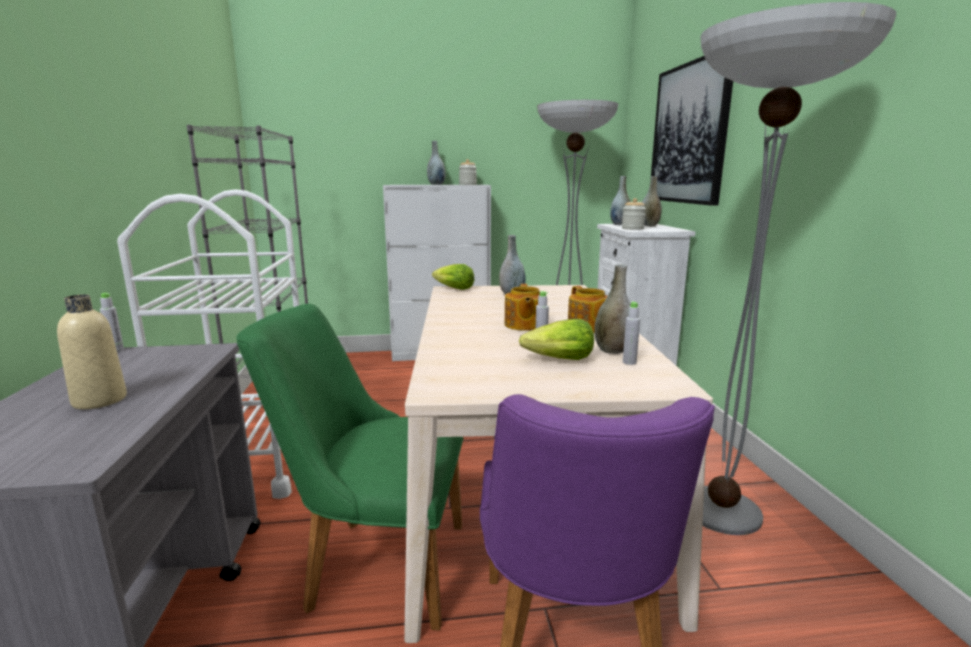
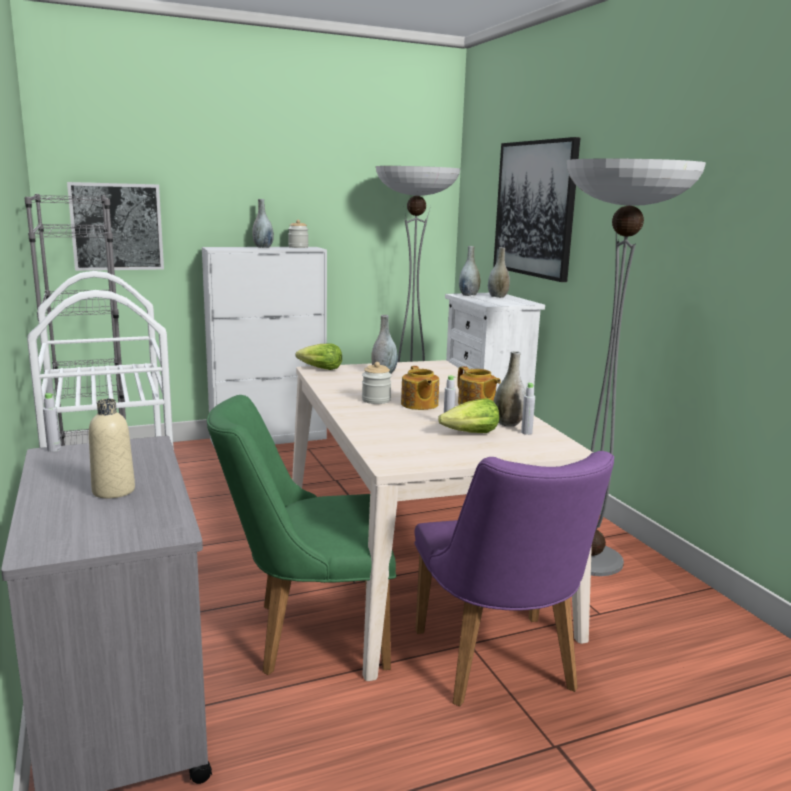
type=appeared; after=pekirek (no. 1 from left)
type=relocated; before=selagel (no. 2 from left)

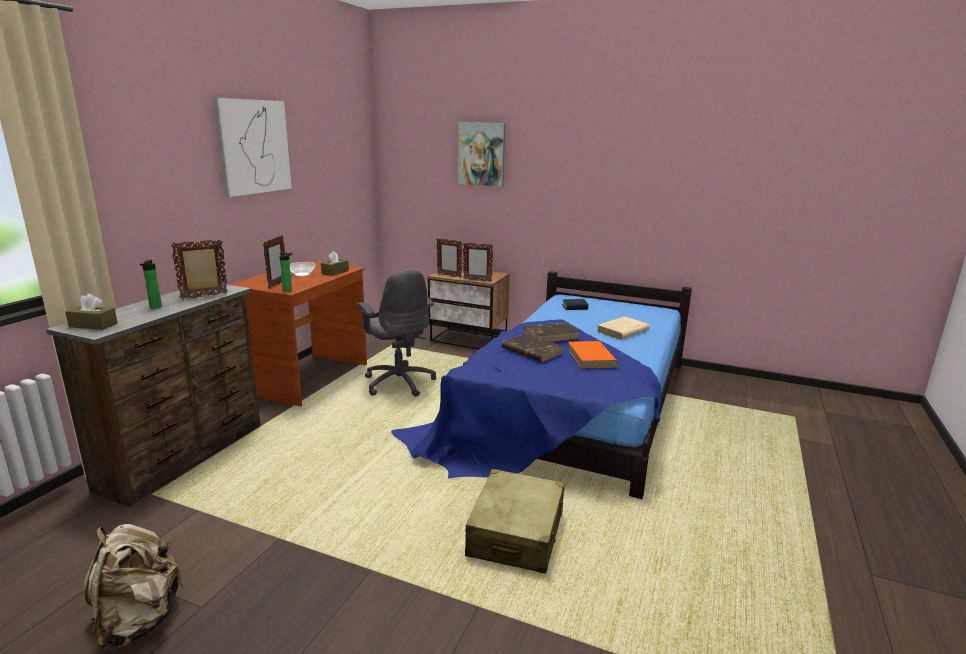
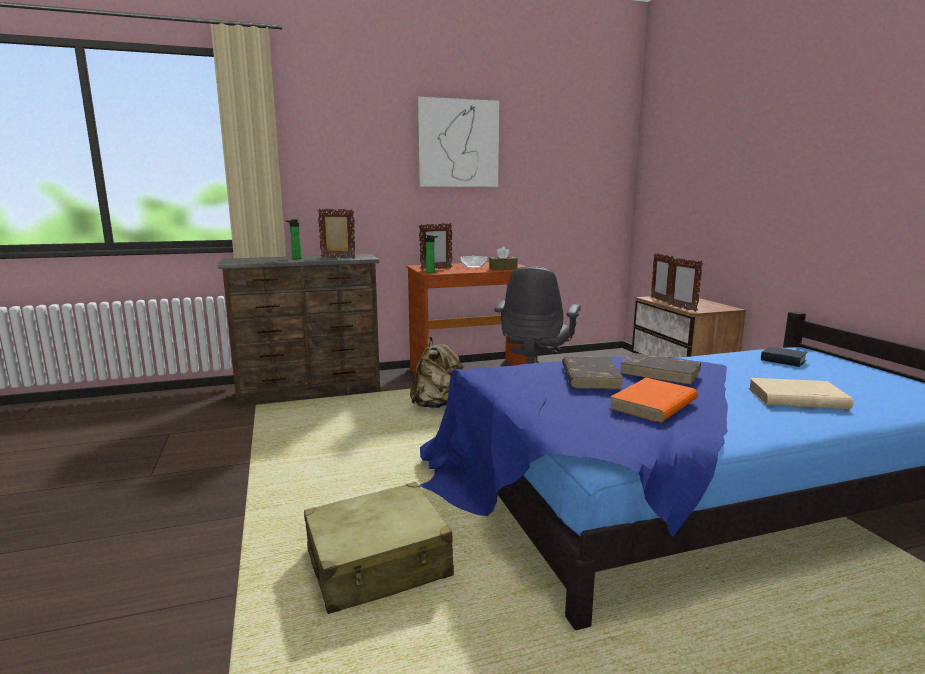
type=relocated; before=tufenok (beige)
type=missing; before=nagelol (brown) (no. 1 from left)
type=missing; before=pekirek (no. 2 from left)

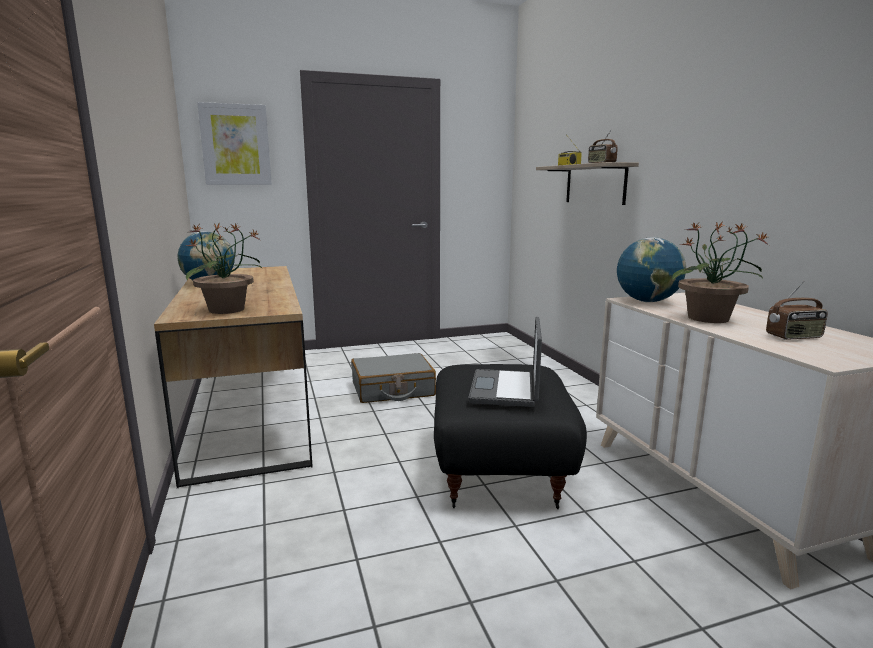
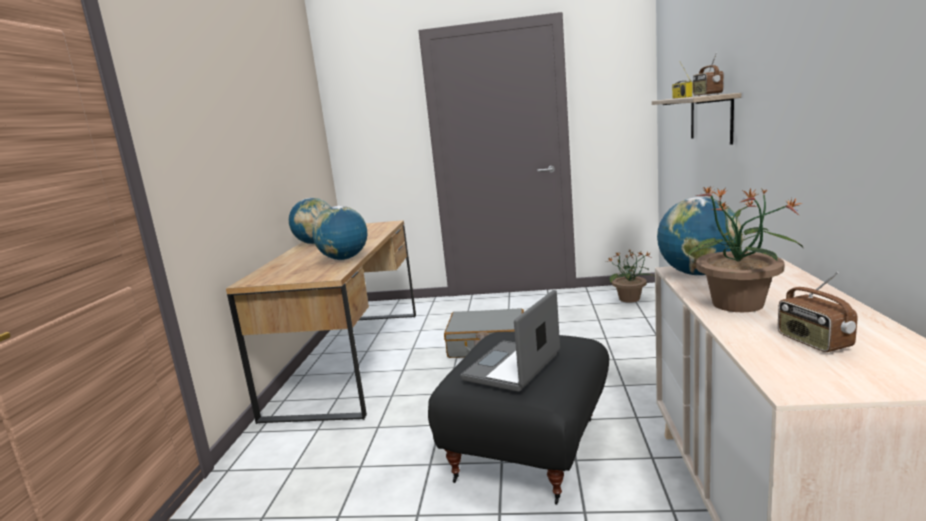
type=appeared; after=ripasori (no. 2 from left)
type=relocated; before=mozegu (no. 1 from left)
type=spun; before=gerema (no. 3 from left); turn=60
type=missing; before=pekirek

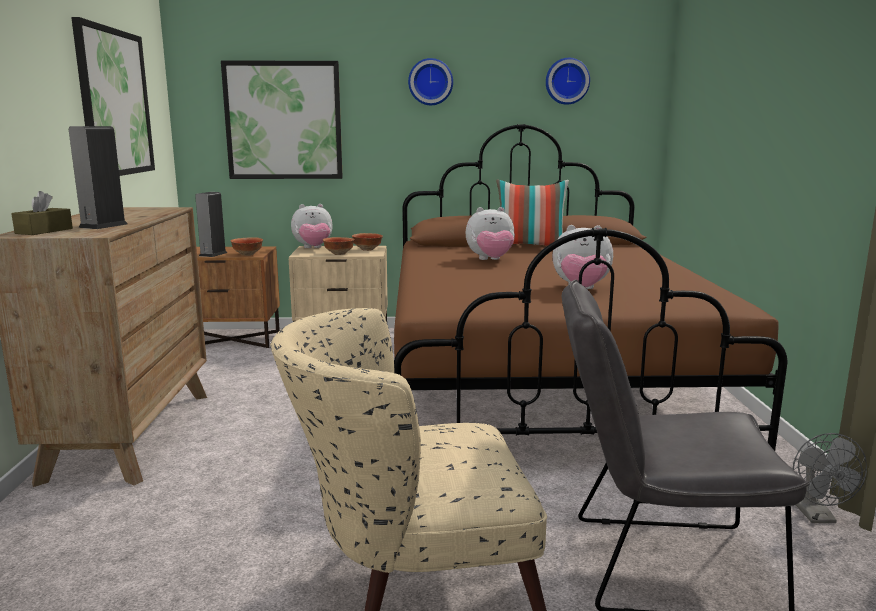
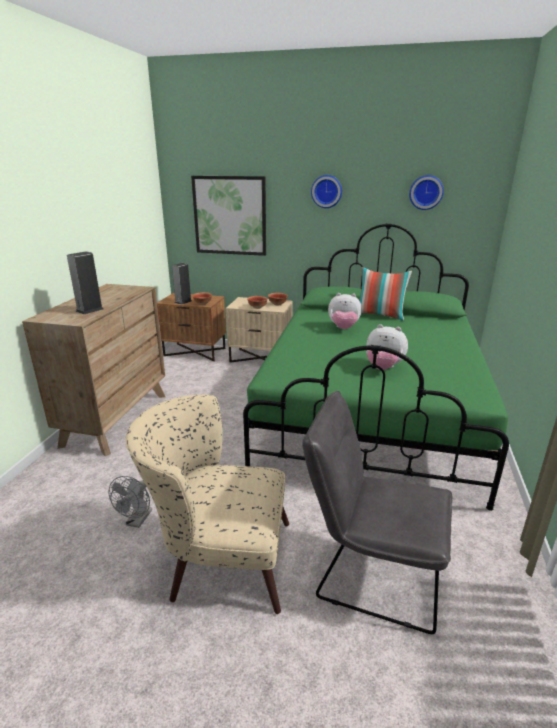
type=relocated; before=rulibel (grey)
type=colour; before=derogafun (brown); after=derogafun (green)
type=missing; before=nagelol (brown)
type=missing; before=pekirek (no. 1 from left)
type=missing; before=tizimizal (no. 1 from left)

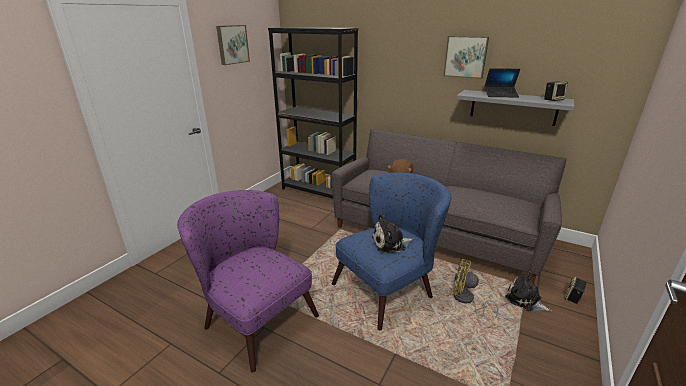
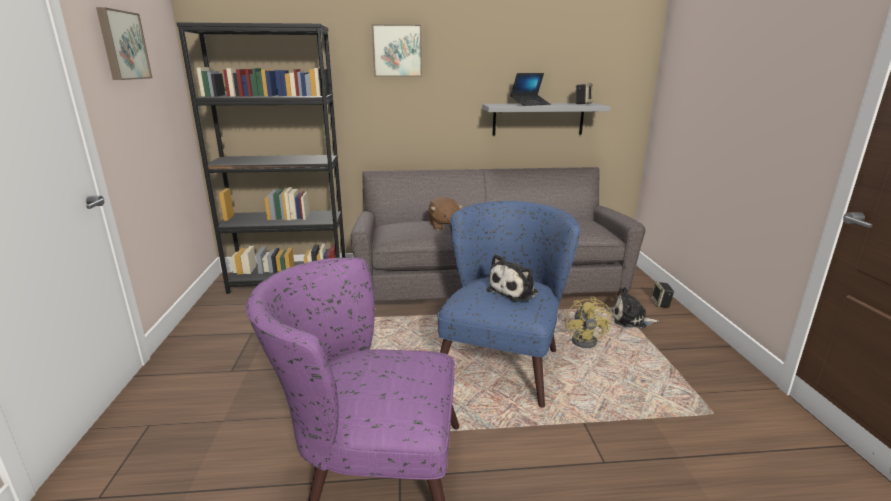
type=relocated; before=pekirek (no. 2 from left)
type=spun; before=rulibel (yellow); turn=-75

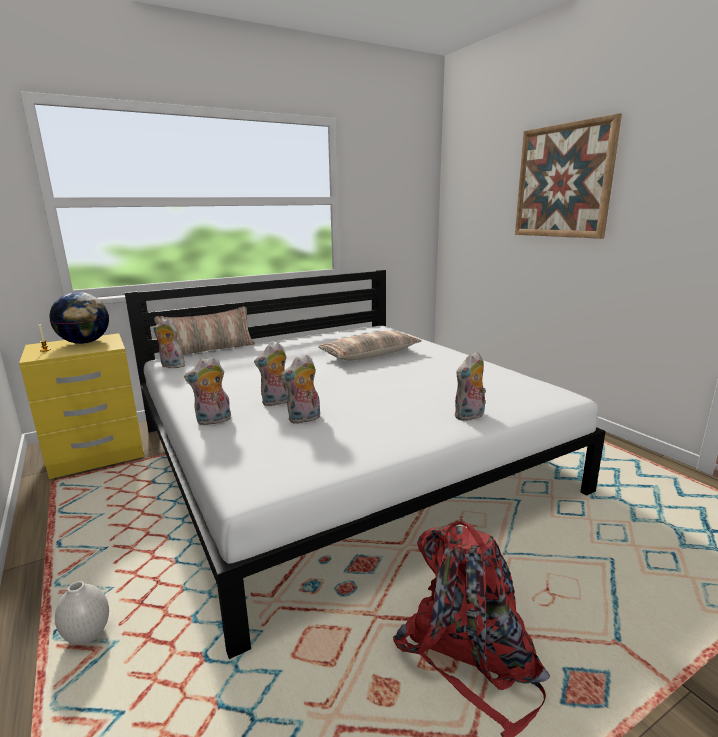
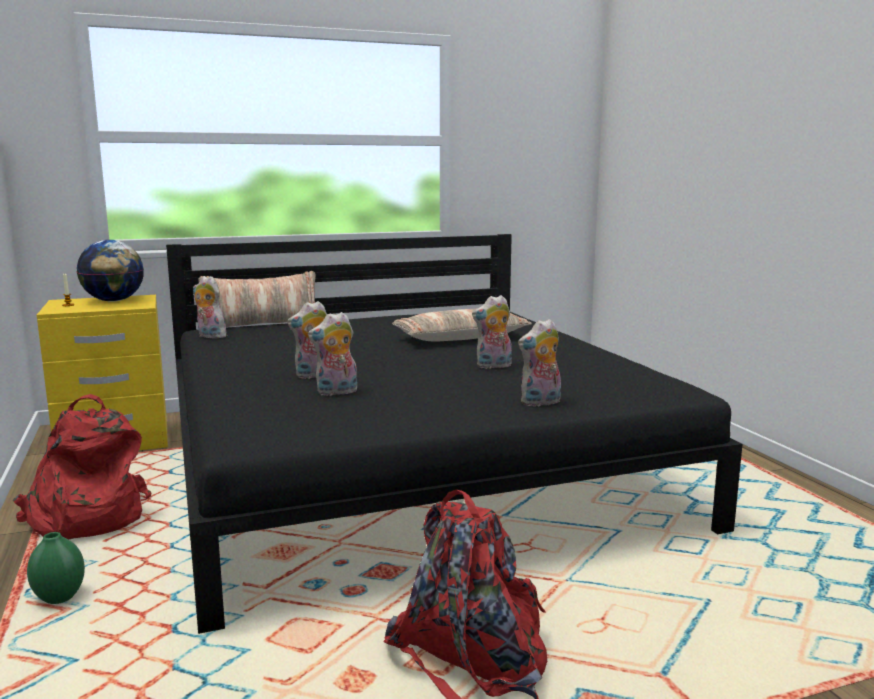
type=appeared; after=tufenok (red) (no. 1 from left)
type=colour; before=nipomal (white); after=nipomal (green)
type=colour; before=derogafun (white); after=derogafun (black)
type=relocated; before=tizimizal (no. 2 from left in the first image); after=tizimizal (no. 4 from left)
type=missing; before=pekirek

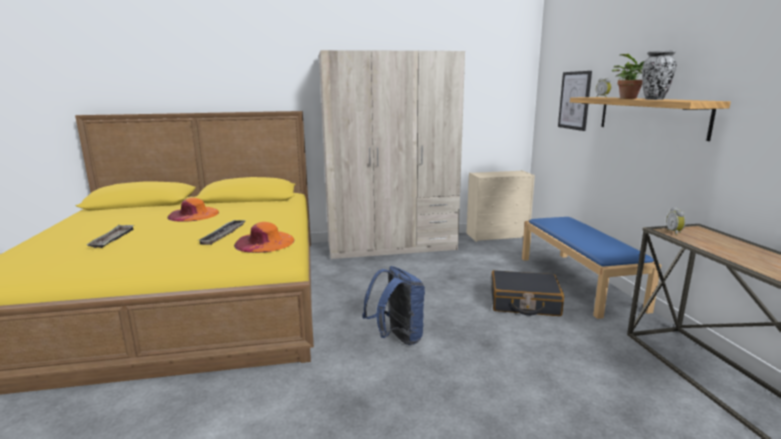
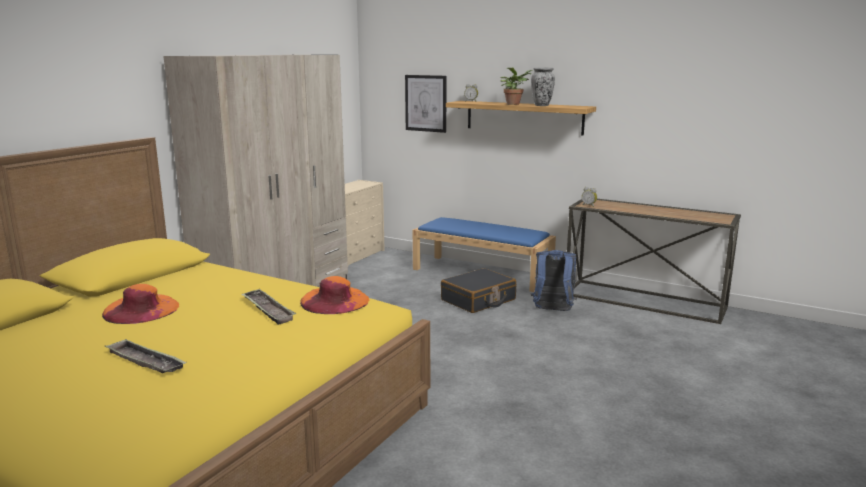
type=relocated; before=tufenok (blue)

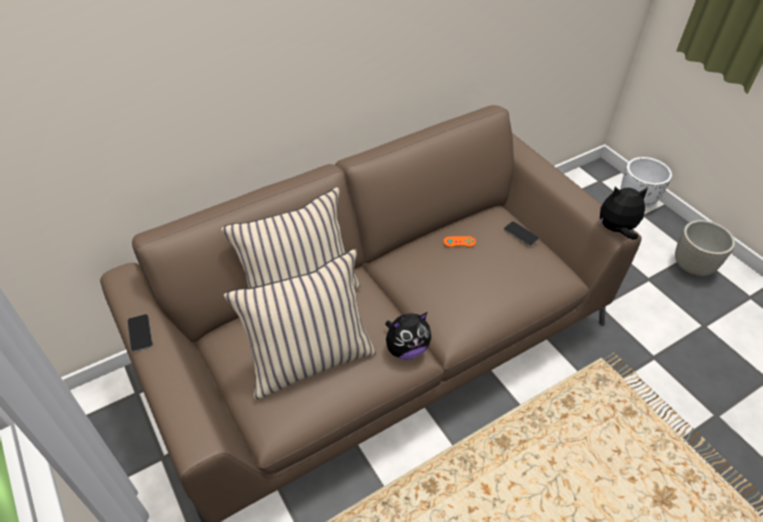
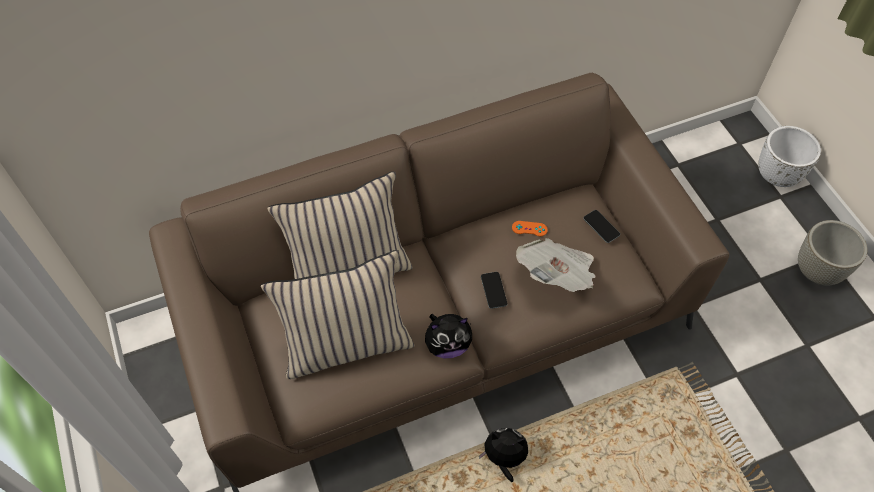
type=relocated; before=tizimizal (no. 2 from left)
type=relocated; before=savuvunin (no. 1 from left)
type=appeared; after=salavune

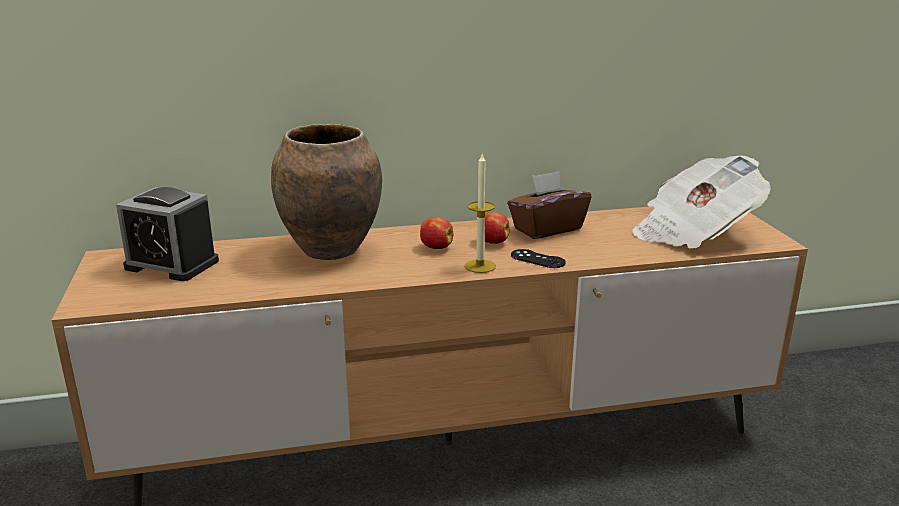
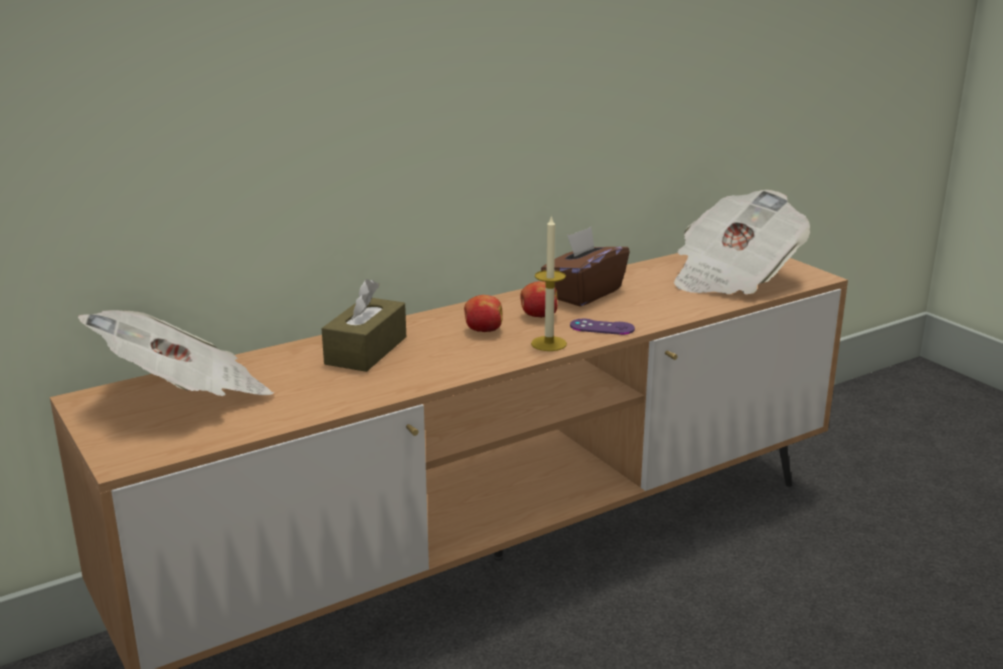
type=exchanged; before=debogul; after=salavune (no. 1 from left)
type=exchanged; before=nipomal (brown); after=nagelol (brown) (no. 1 from left)
type=colour; before=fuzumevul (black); after=fuzumevul (purple)

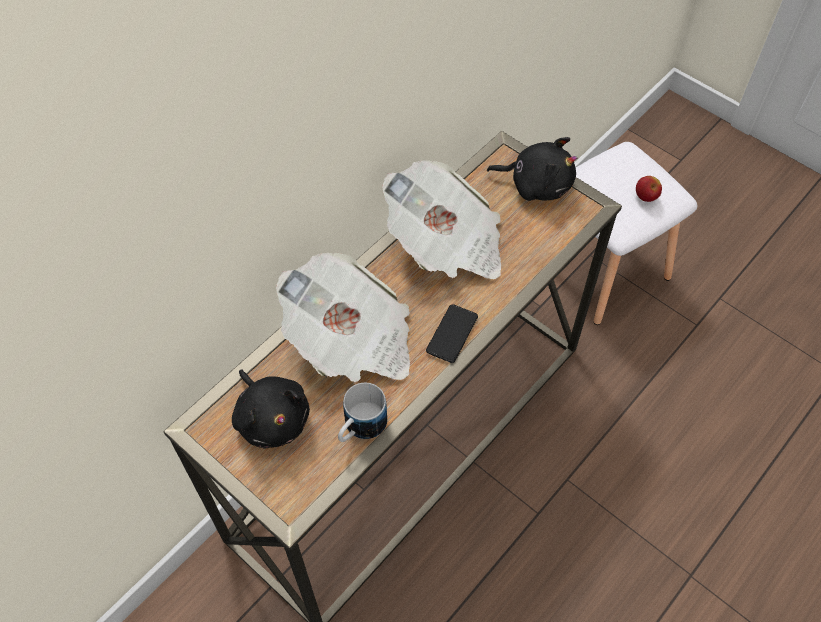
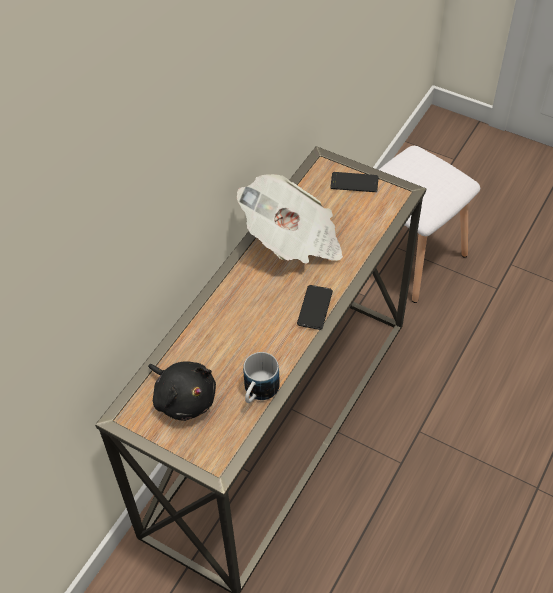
type=exchanged; before=tizimizal (black) (no. 2 from left); after=savuvunin (no. 2 from left)
type=missing; before=salavune (no. 1 from left)
type=missing; before=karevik

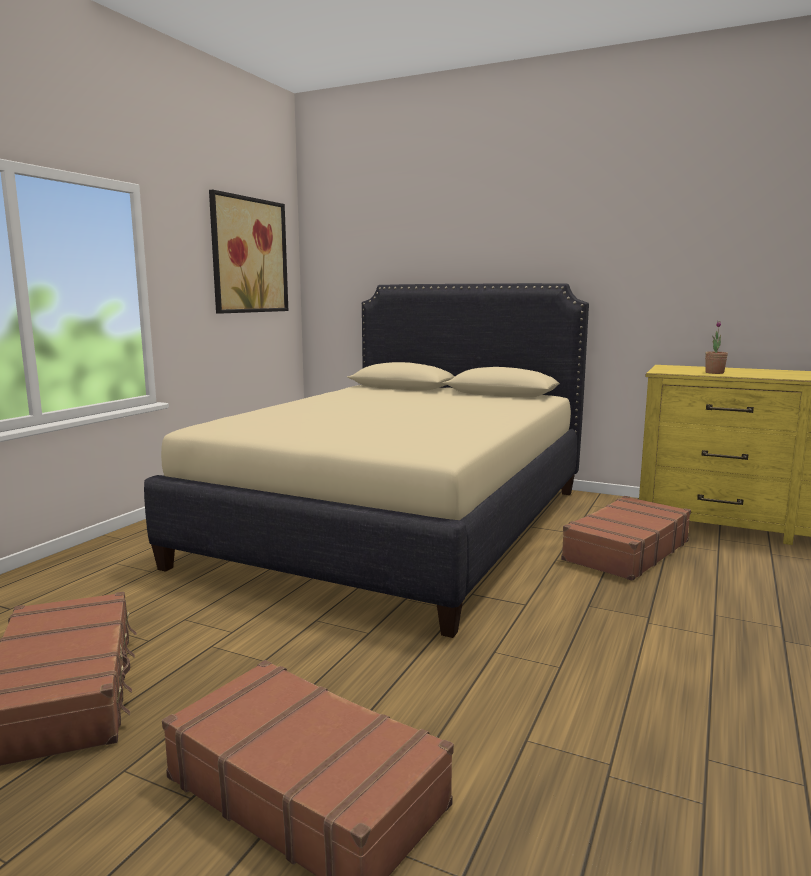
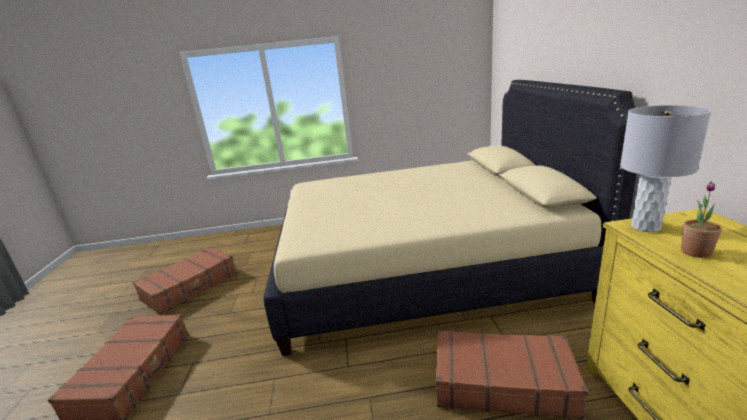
type=appeared; after=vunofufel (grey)
type=missing; before=pekirek

